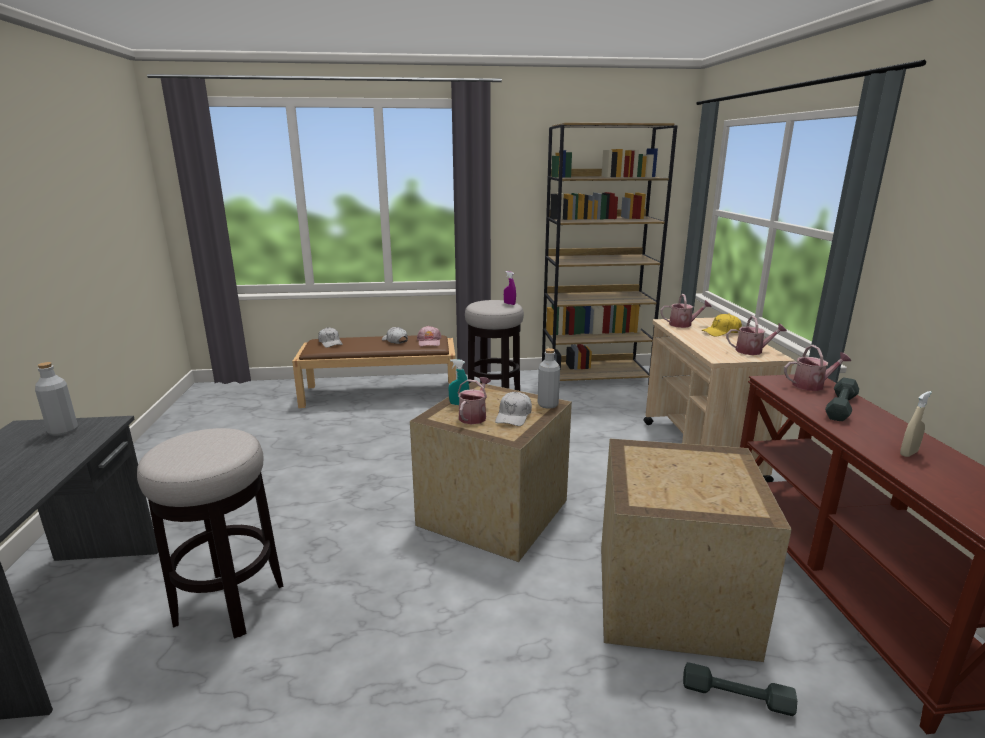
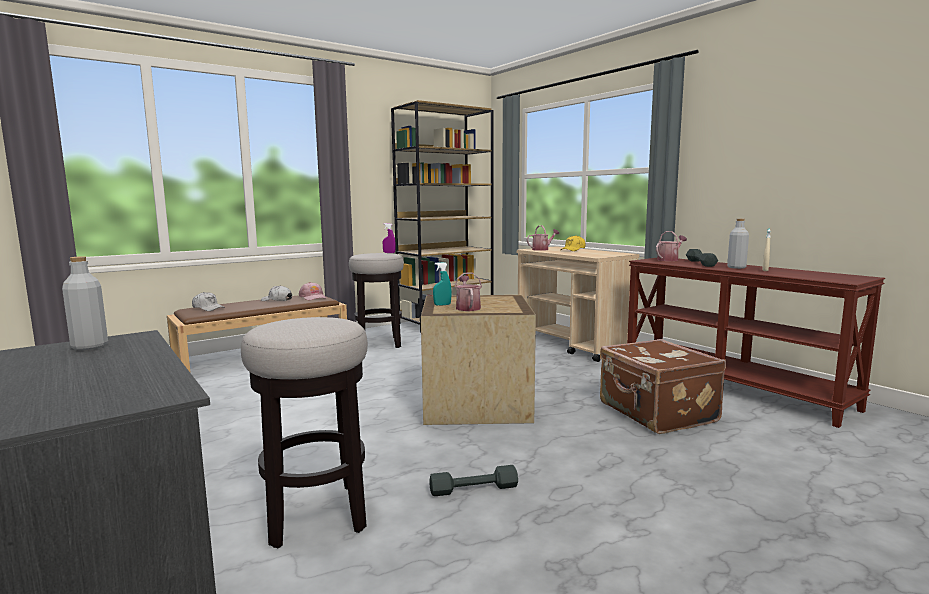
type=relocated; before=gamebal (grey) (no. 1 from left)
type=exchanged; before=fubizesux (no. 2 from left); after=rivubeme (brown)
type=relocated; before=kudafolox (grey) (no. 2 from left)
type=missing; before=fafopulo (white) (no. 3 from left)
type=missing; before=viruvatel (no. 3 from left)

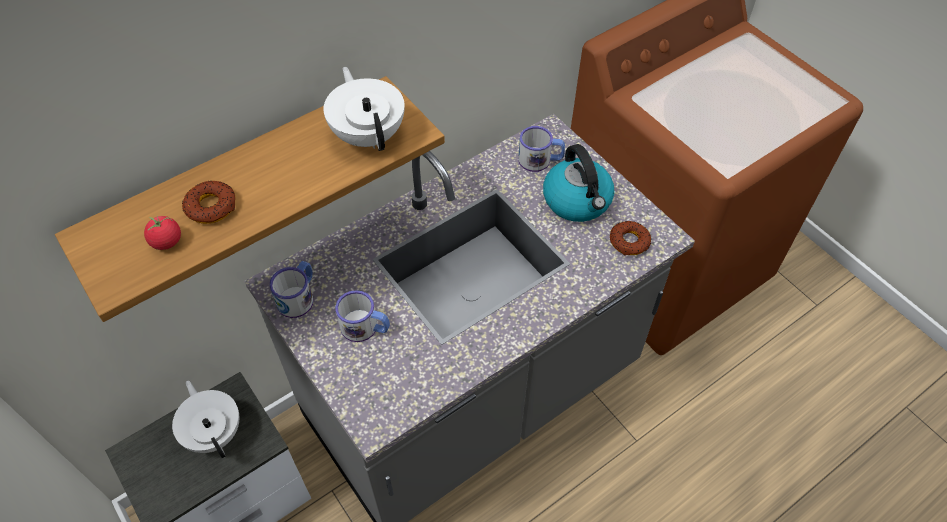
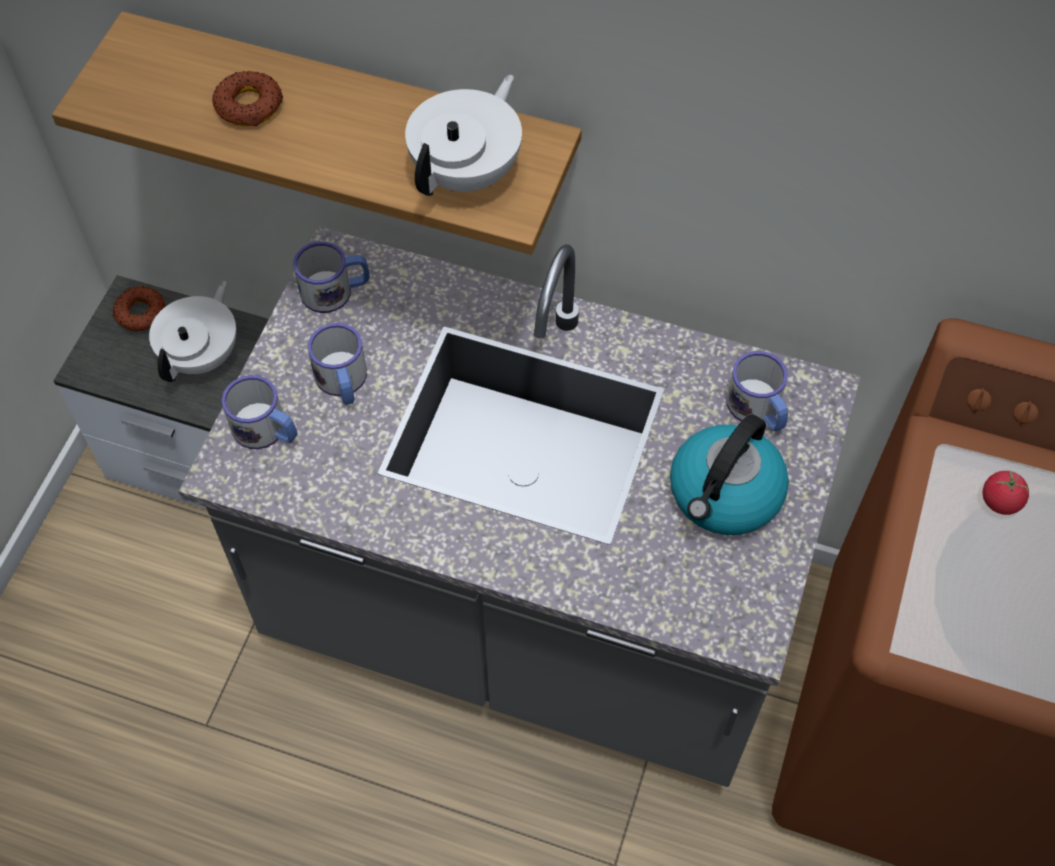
type=relocated; before=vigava (no. 2 from left in the first image); after=vigava (no. 1 from left)
type=appeared; after=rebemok (no. 1 from left)
type=relocated; before=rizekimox

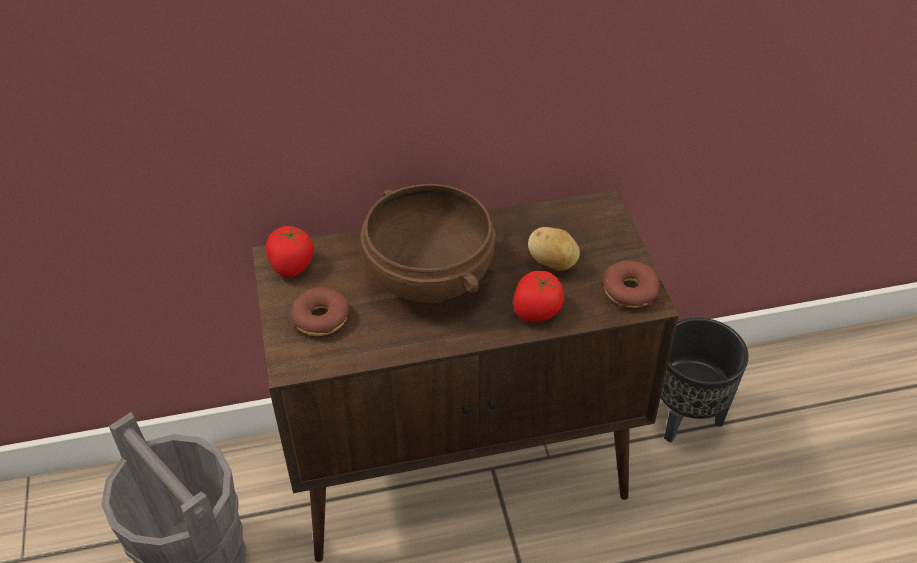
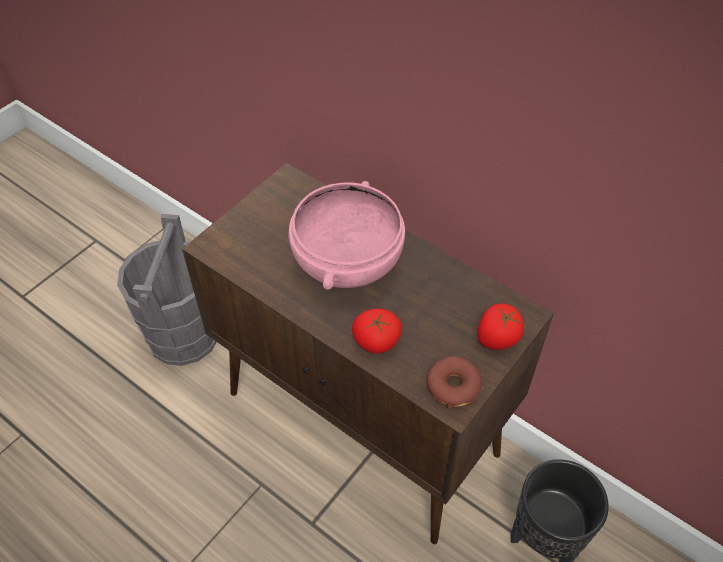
type=colour; before=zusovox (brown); after=zusovox (pink)
type=relocated; before=rizekimox (no. 1 from left in the first image); after=rizekimox (no. 2 from left)
type=missing; before=vigava (no. 1 from left)
type=missing; before=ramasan

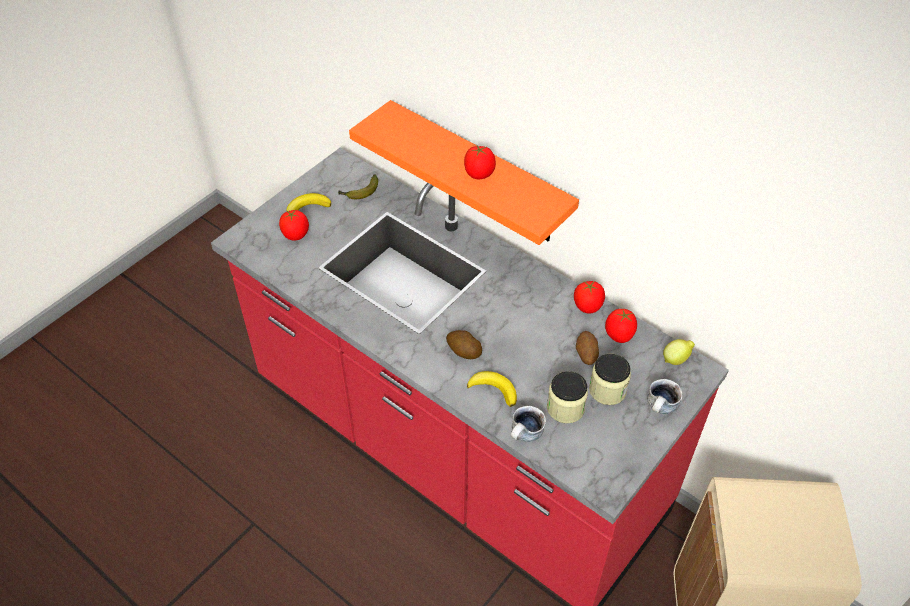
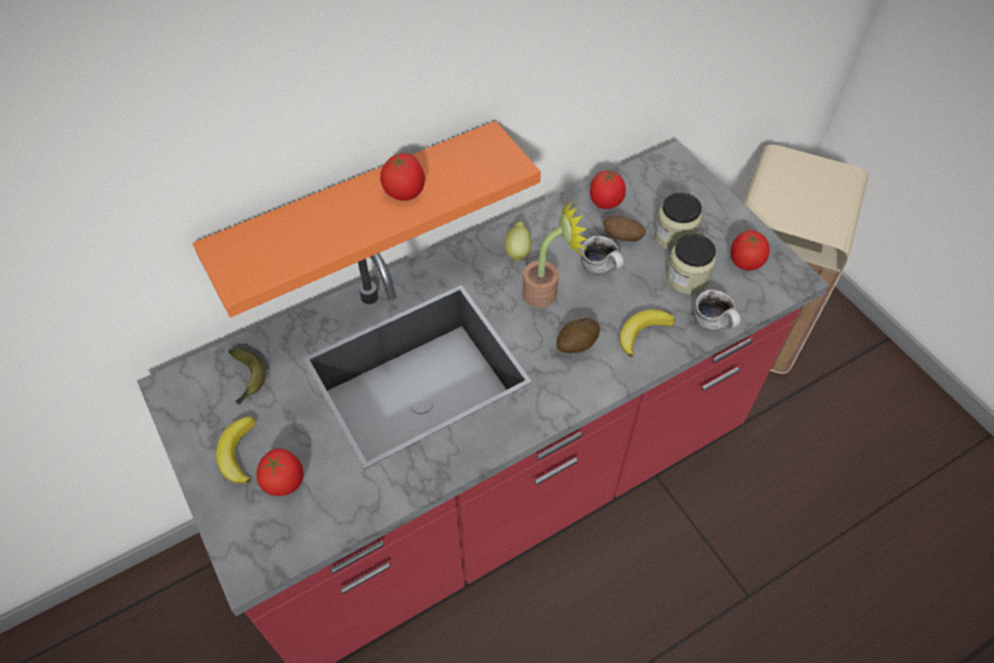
type=relocated; before=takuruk
type=appeared; after=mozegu
type=relocated; before=rebemok (no. 2 from left in the first image); after=rebemok (no. 1 from left)
type=relocated; before=rizekimox (no. 3 from left in the first image); after=rizekimox (no. 4 from left)

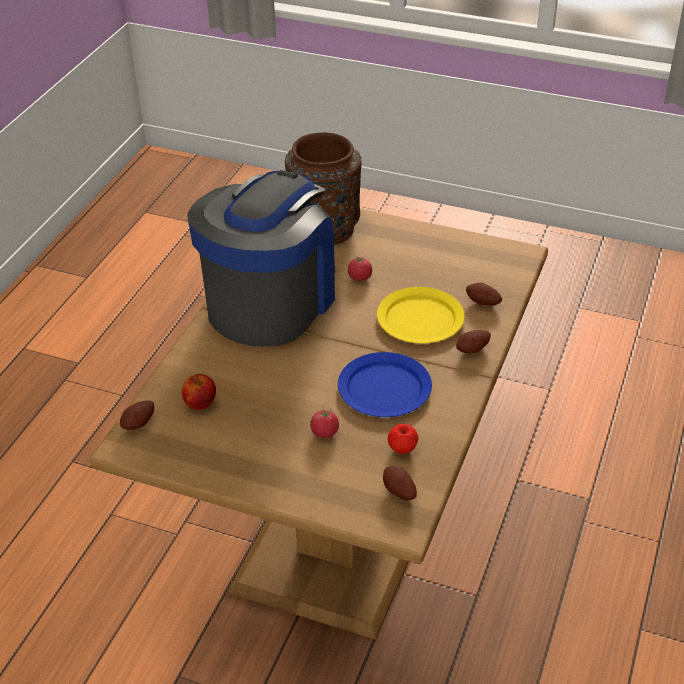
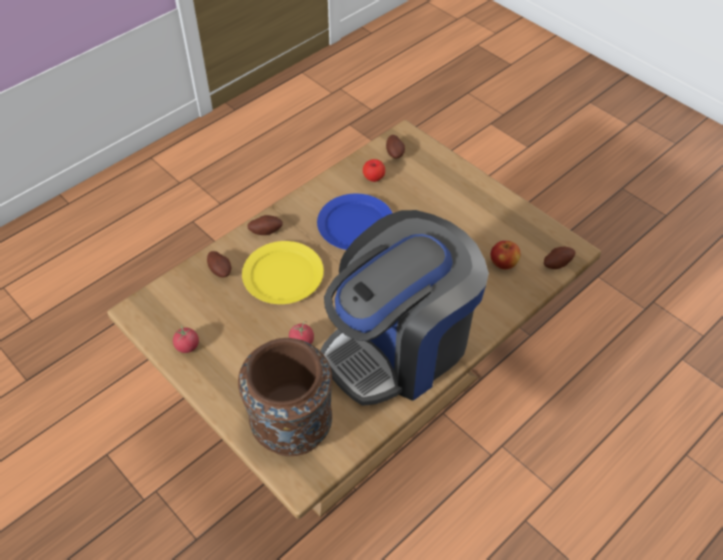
type=relocated; before=rizekimox (no. 1 from left)

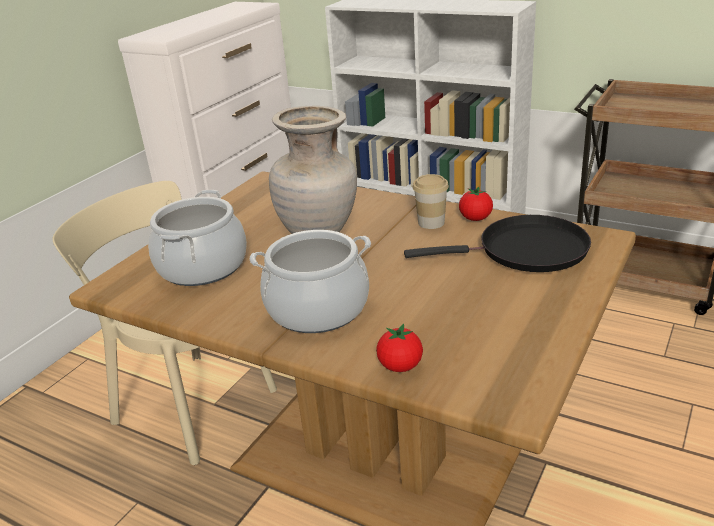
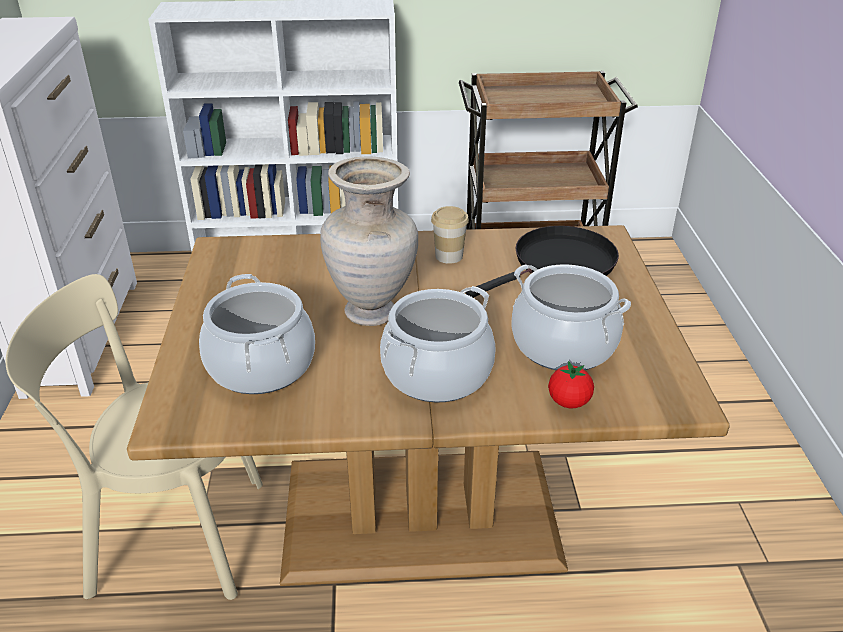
type=appeared; after=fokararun (no. 3 from left)
type=missing; before=rizekimox (no. 2 from left)

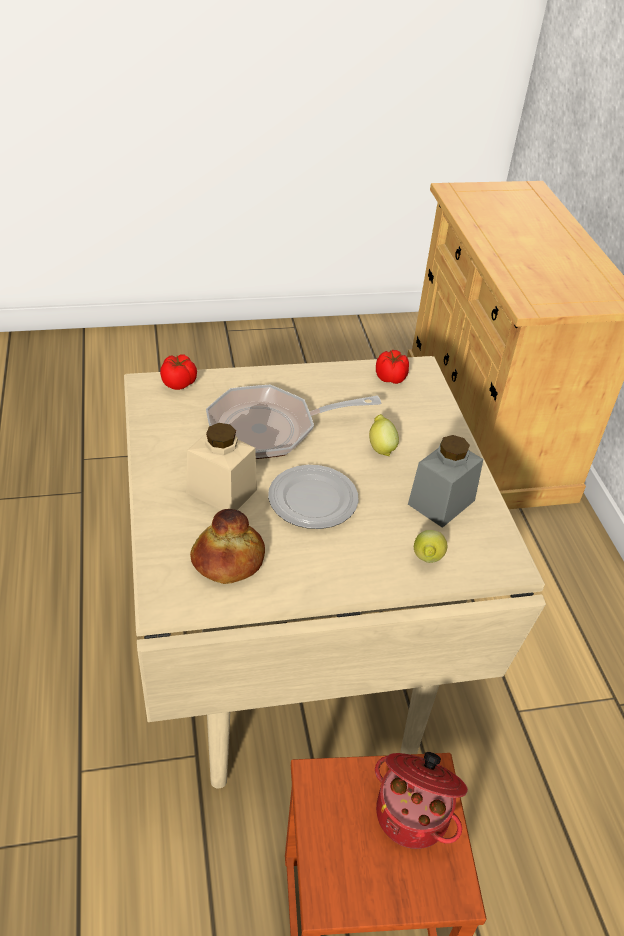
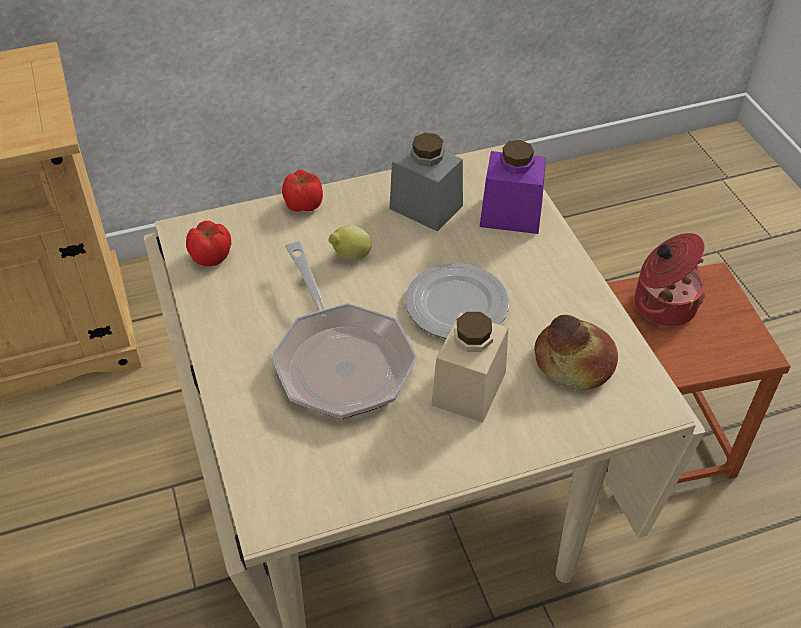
type=relocated; before=rizekimox (no. 1 from left in the first image); after=rizekimox (no. 2 from left)
type=exchanged; before=takuruk (no. 2 from left); after=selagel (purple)

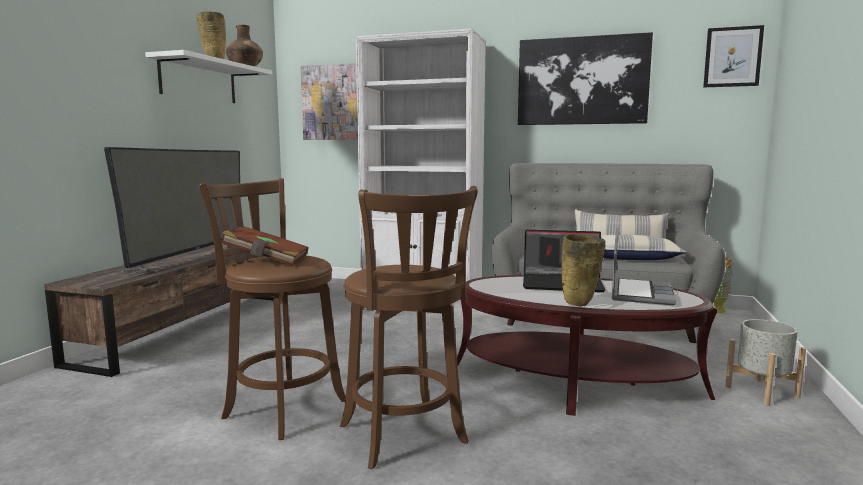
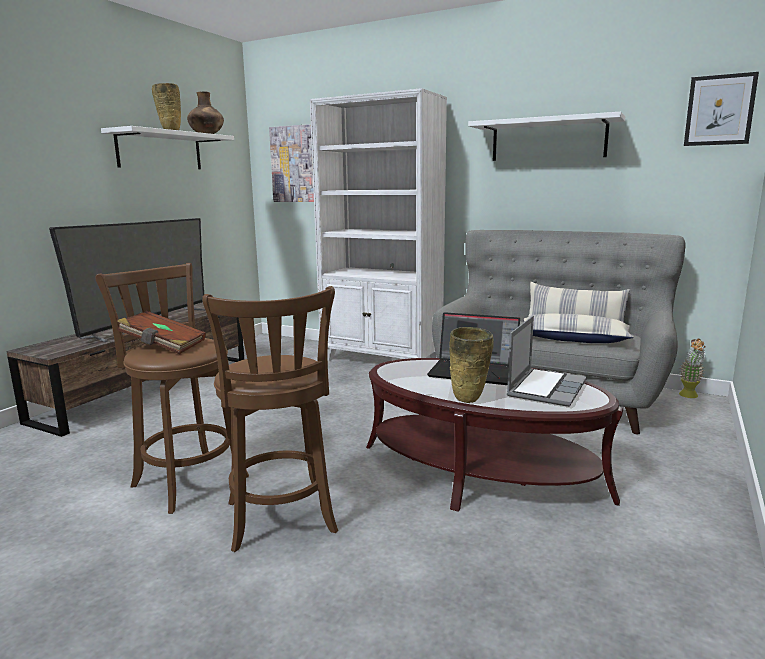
type=exchanged; before=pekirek (no. 2 from left); after=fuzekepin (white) (no. 2 from left)
type=missing; before=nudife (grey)

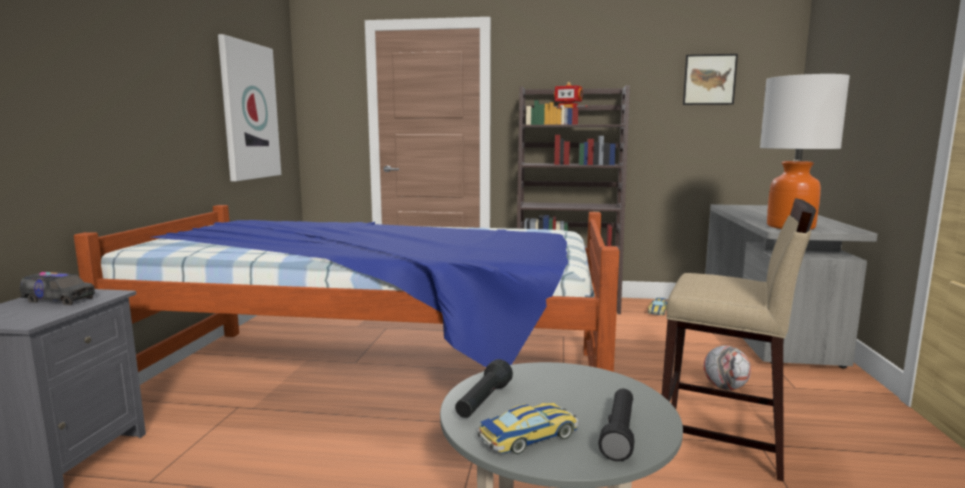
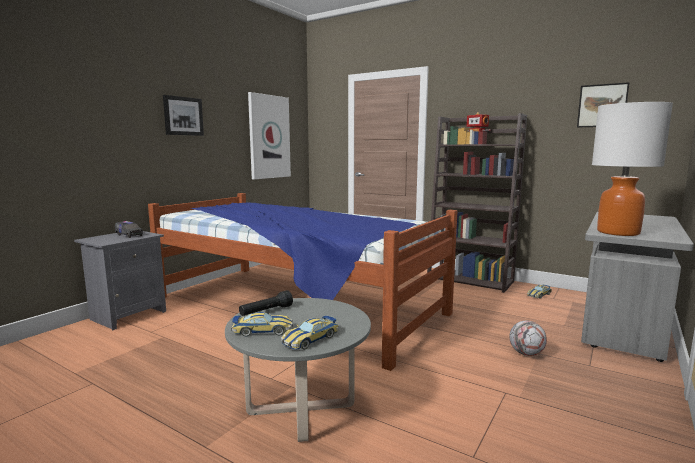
type=appeared; after=pekirek (no. 1 from left)
type=exchanged; before=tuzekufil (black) (no. 2 from left); after=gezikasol (no. 2 from left)
type=missing; before=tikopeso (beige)

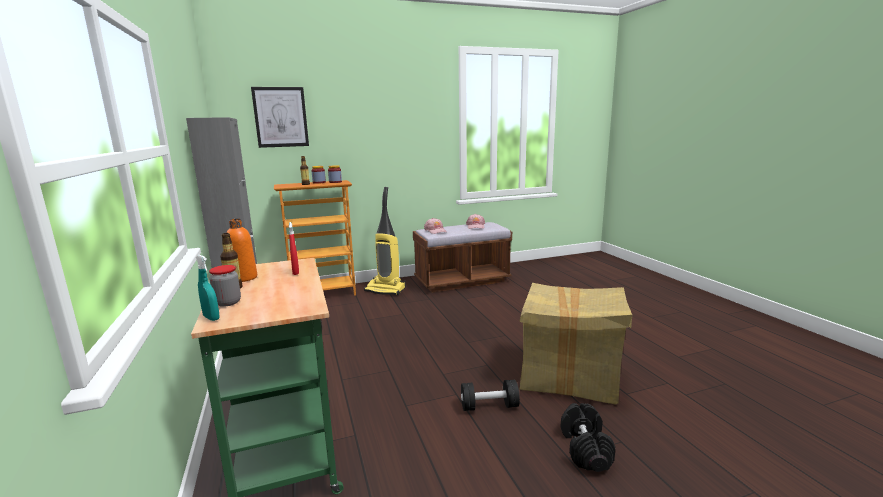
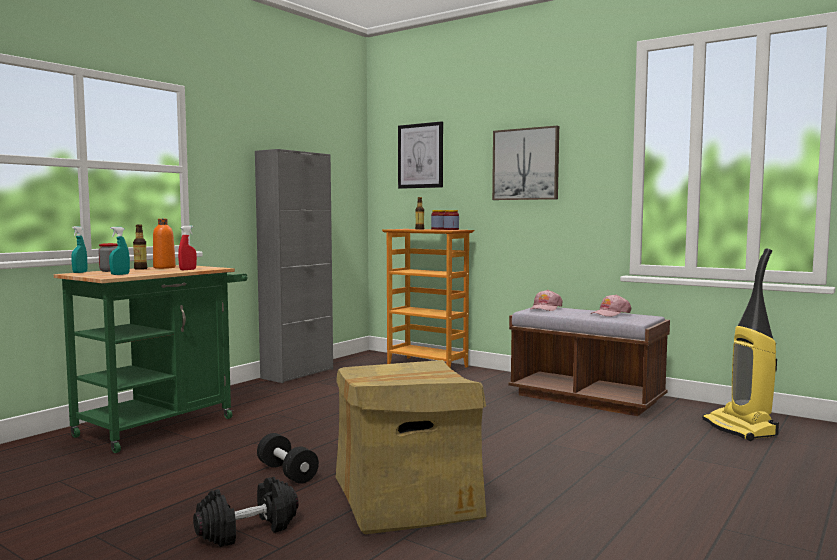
type=appeared; after=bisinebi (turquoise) (no. 2 from left)
type=appeared; after=pekirek (no. 2 from left)
type=relocated; before=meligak

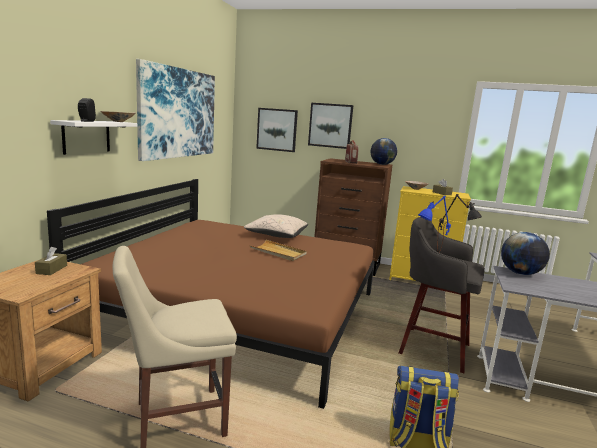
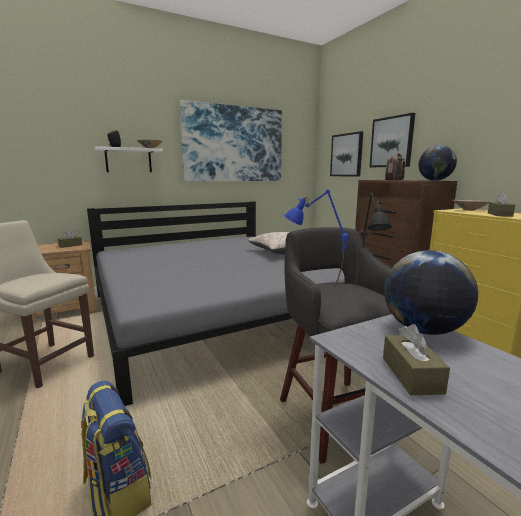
type=colour; before=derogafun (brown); after=derogafun (grey)
type=appeared; after=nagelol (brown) (no. 2 from left)
type=missing; before=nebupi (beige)

